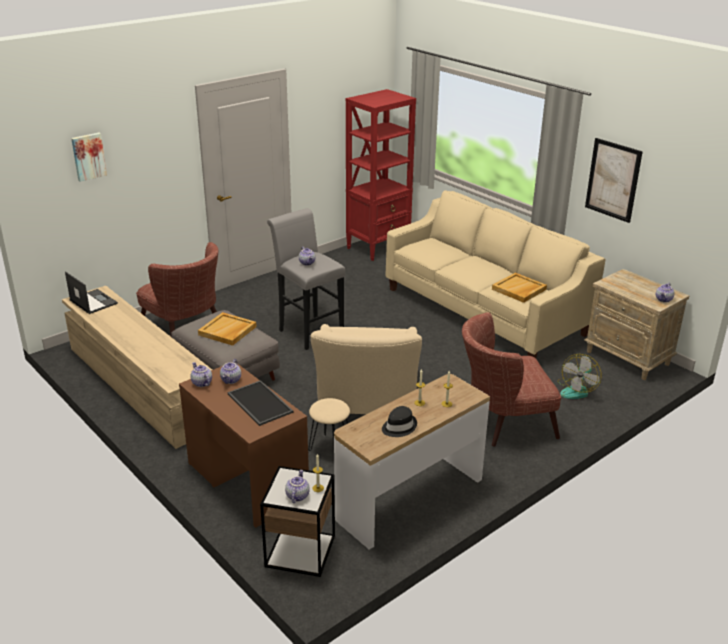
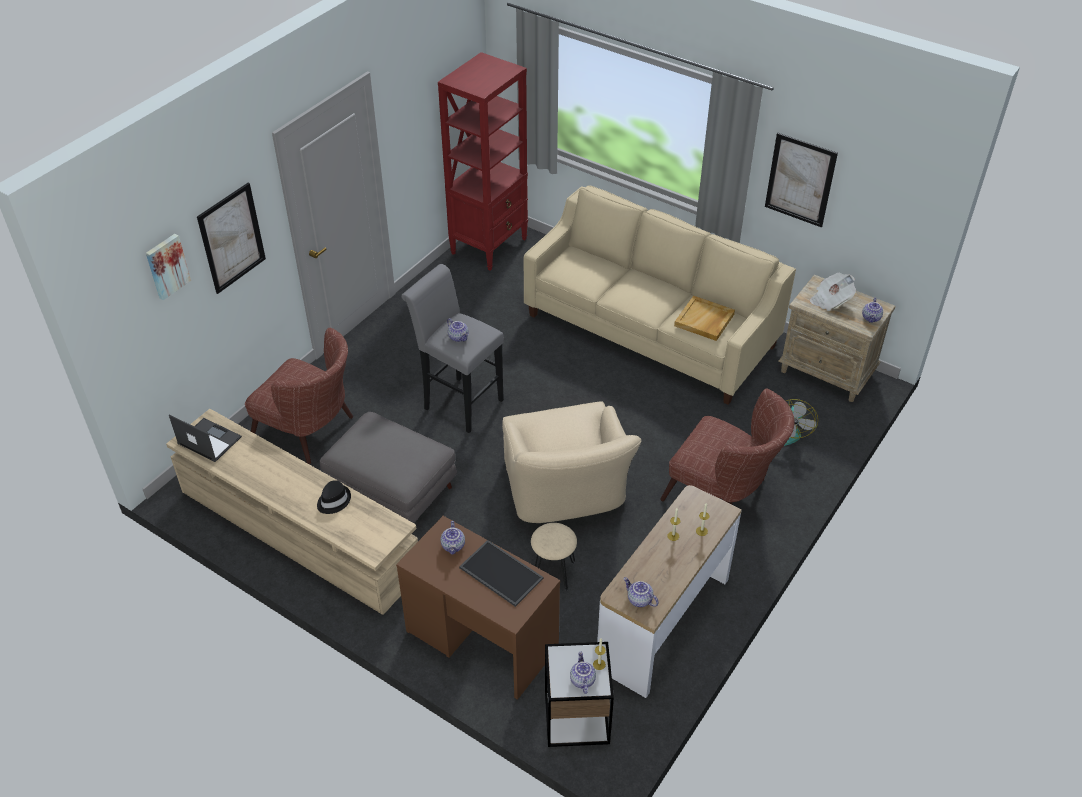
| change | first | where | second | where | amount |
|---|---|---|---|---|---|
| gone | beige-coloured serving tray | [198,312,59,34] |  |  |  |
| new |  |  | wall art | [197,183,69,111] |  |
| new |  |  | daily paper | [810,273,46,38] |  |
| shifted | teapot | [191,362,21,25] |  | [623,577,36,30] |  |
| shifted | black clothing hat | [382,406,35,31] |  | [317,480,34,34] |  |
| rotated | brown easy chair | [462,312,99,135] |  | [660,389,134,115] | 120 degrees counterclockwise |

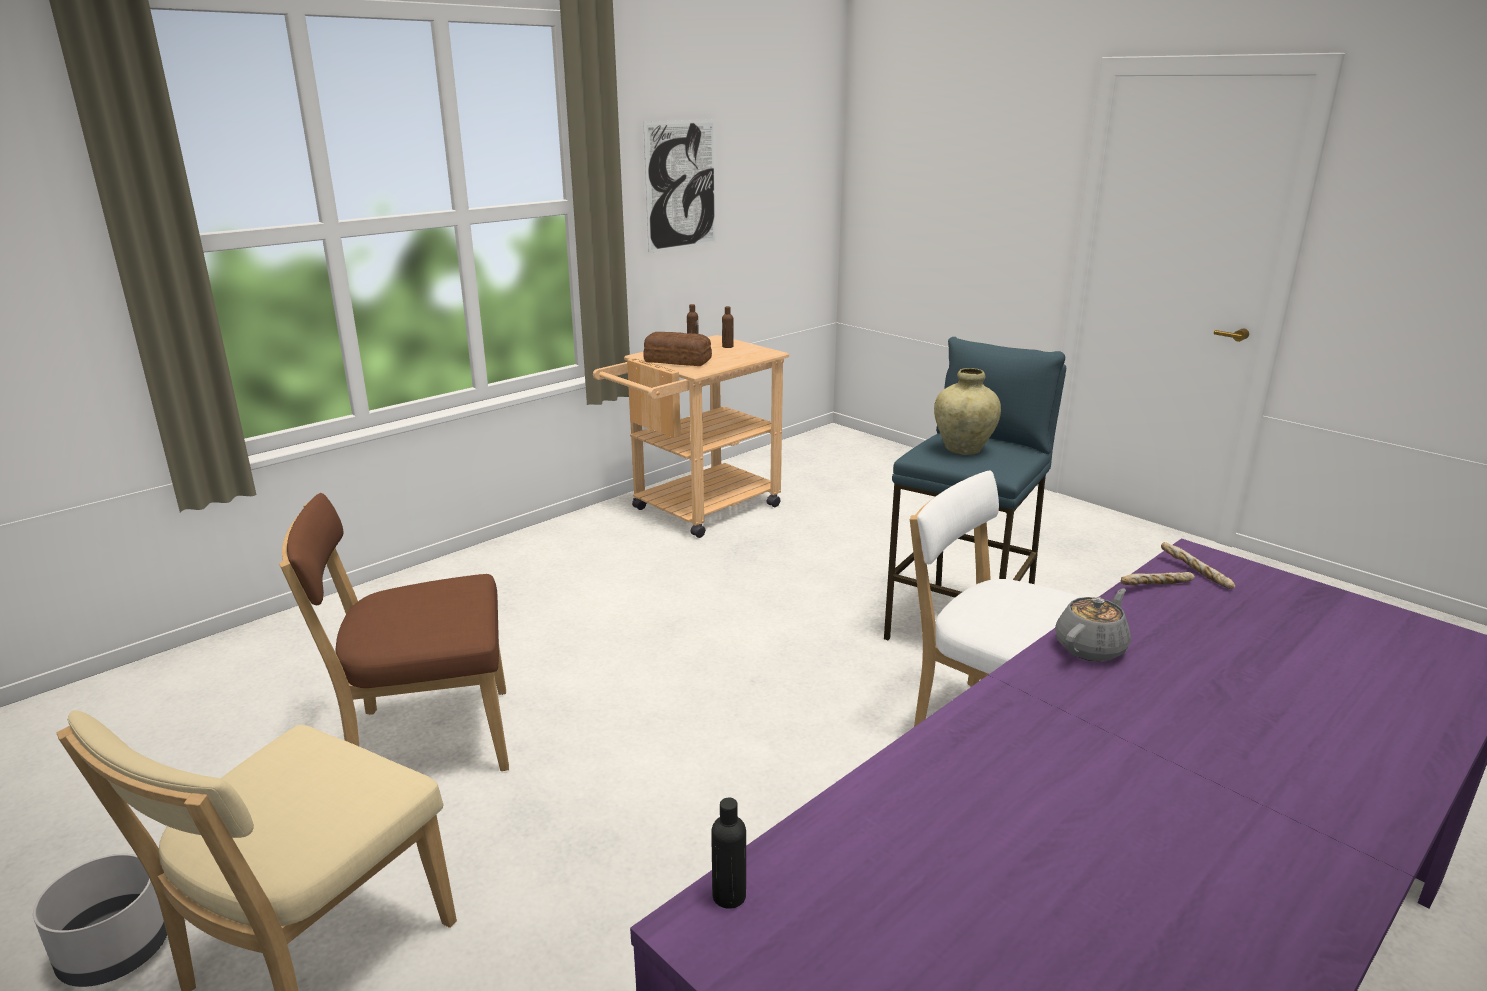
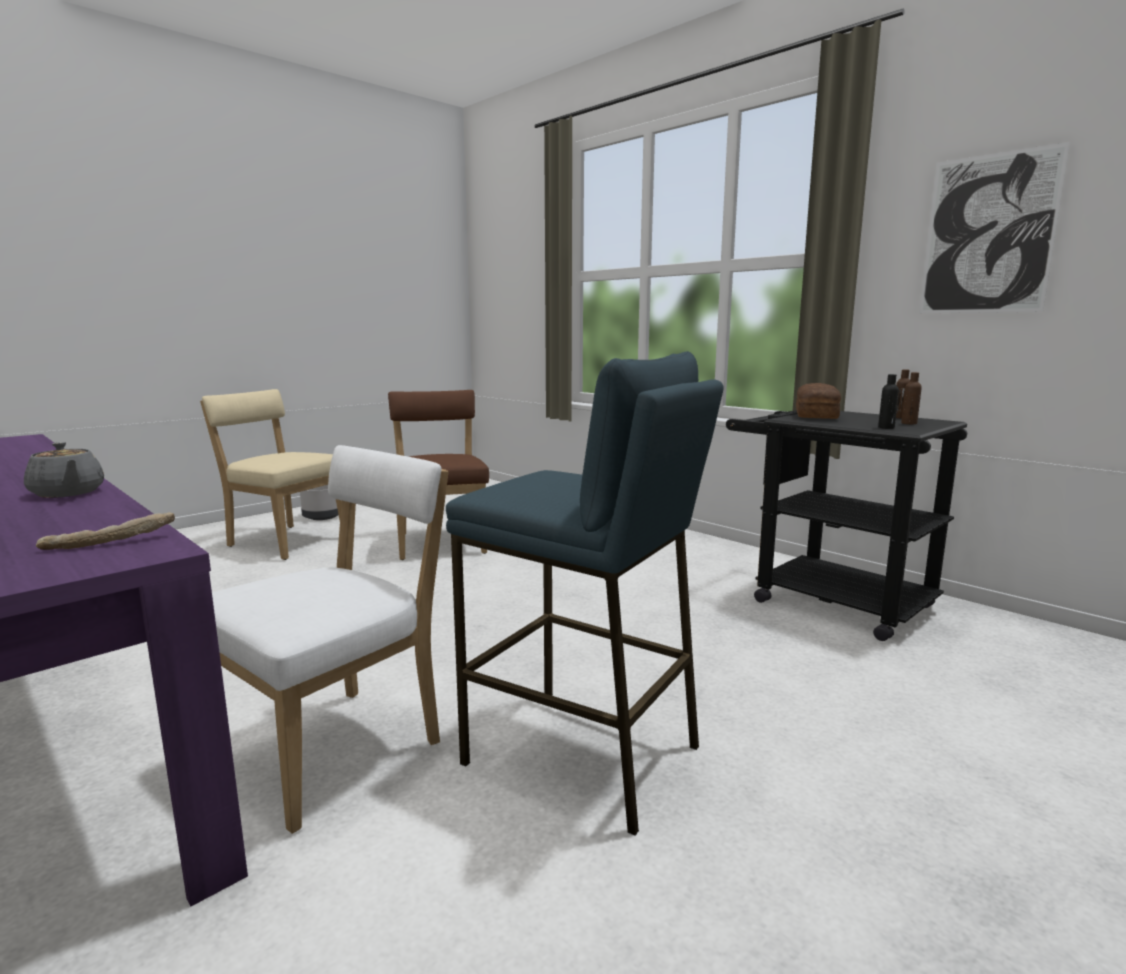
| change | first | where | second | where | amount |
|---|---|---|---|---|---|
| gone | beige-coloured decorative vase | [934,368,67,87] |  |  |  |
| gone | bread | [1121,572,74,14] |  |  |  |
| shifted | black drink bottle | [711,798,35,111] |  | [878,374,21,55] |  |
| repainted | beige-coloured trolley | [593,335,196,203] | black trolley | [726,410,241,231] |  |

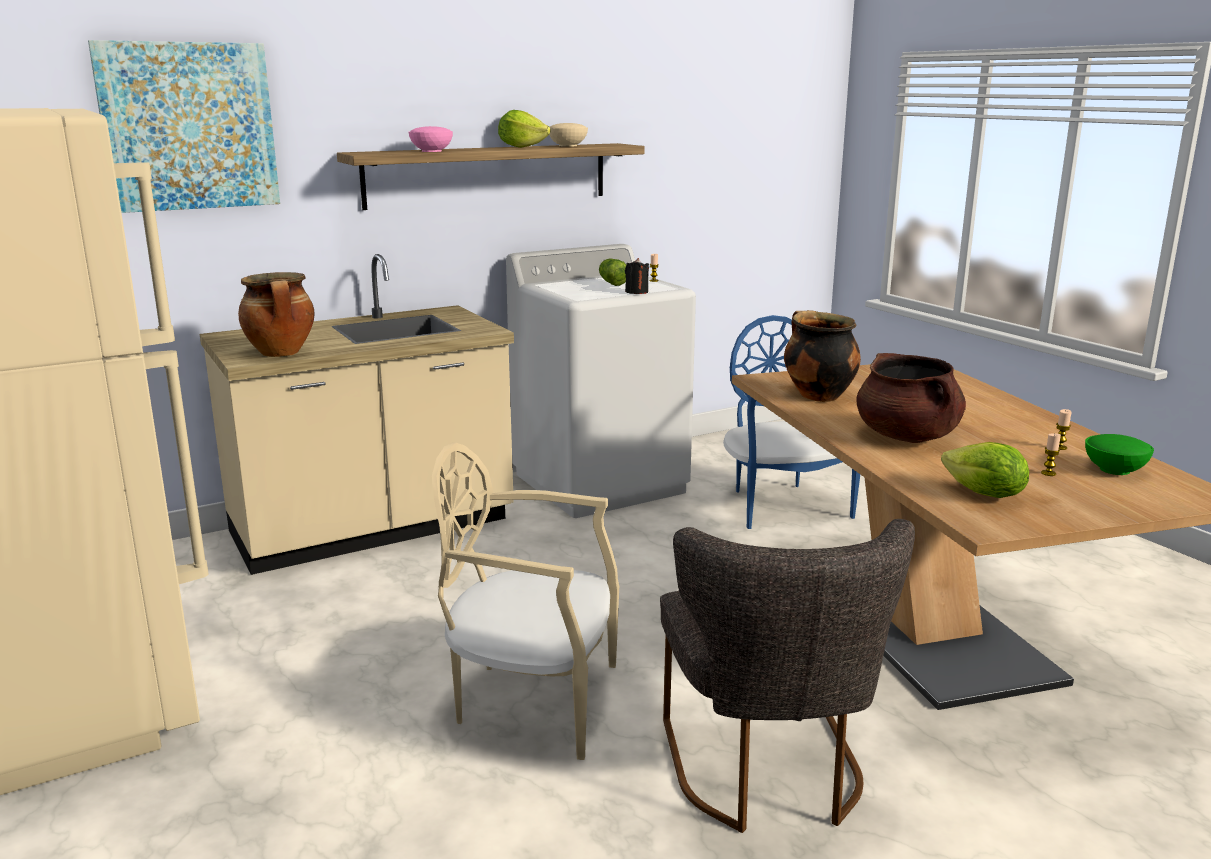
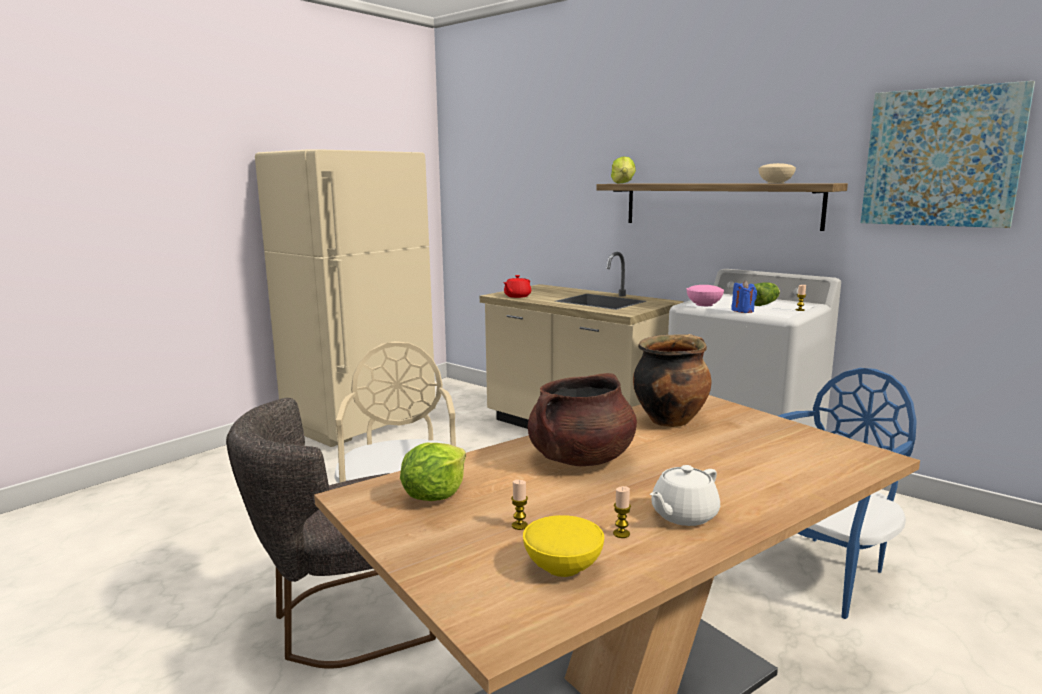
| change | first | where | second | where | amount |
|---|---|---|---|---|---|
| new |  |  | whitish teapot | [650,465,70,61] |  |
| shifted | wall art | [88,40,192,173] |  | [861,81,174,147] |  |
| shifted | pinkish bowl | [409,126,44,26] |  | [687,285,37,21] |  |
| shifted | lettuce | [498,110,53,38] |  | [611,156,25,27] |  |
| swapped | cooking pot | [238,272,77,85] | red teapot | [503,275,28,23] |  |
| repainted | black candle | [625,258,24,36] | blue-coloured candle | [731,280,26,33] |  |
| repainted | green-coloured bowl | [1085,434,69,41] | yellowish bowl | [523,515,81,62] |  |

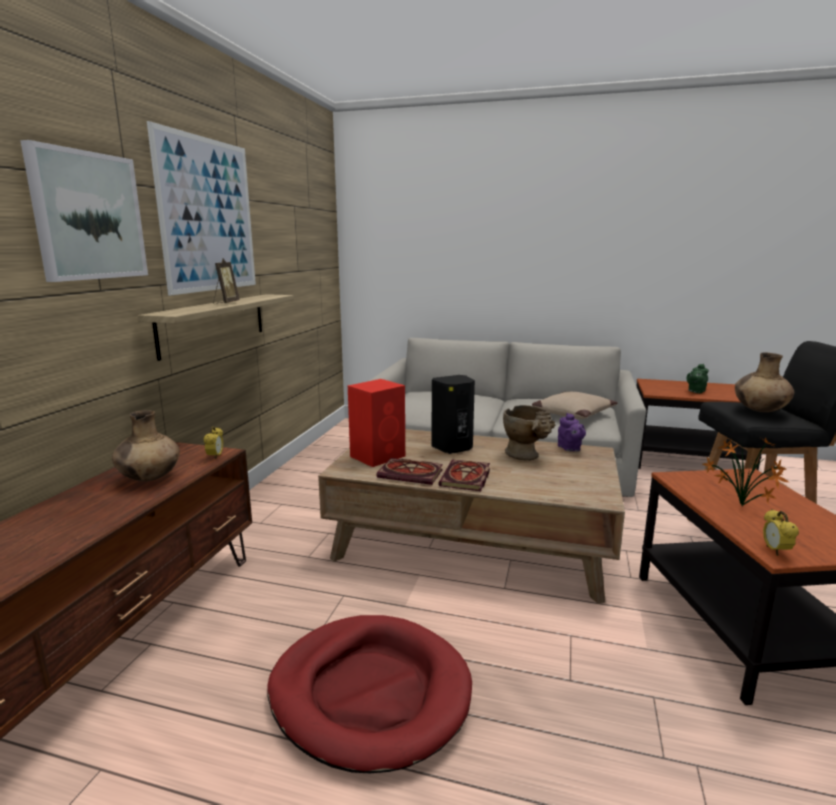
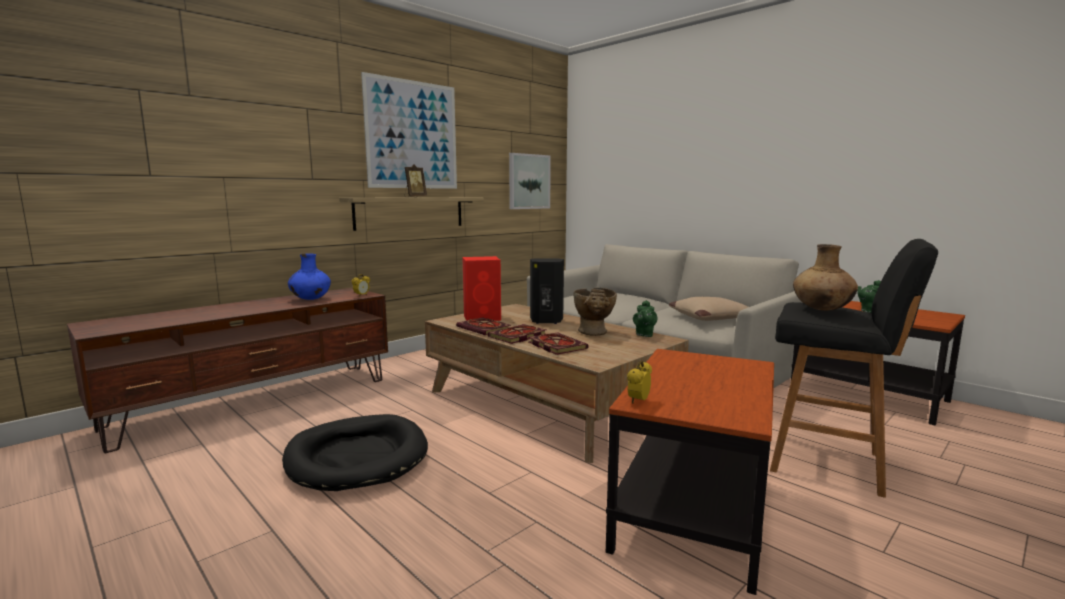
| change | first | where | second | where | amount |
|---|---|---|---|---|---|
| gone | potted plant | [703,436,86,70] |  |  |  |
| new |  |  | volume | [528,332,60,23] |  |
| shifted | wall art | [20,140,128,142] |  | [509,153,42,56] |  |
| repainted | brown decorative vase | [112,410,68,71] | blue-coloured decorative vase | [288,253,43,47] |  |
| repainted | red pet bed | [267,615,205,158] | black pet bed | [282,414,146,77] |  |
| repainted | purple-coloured teapot | [558,413,28,38] | green-coloured teapot | [633,300,24,37] |  |

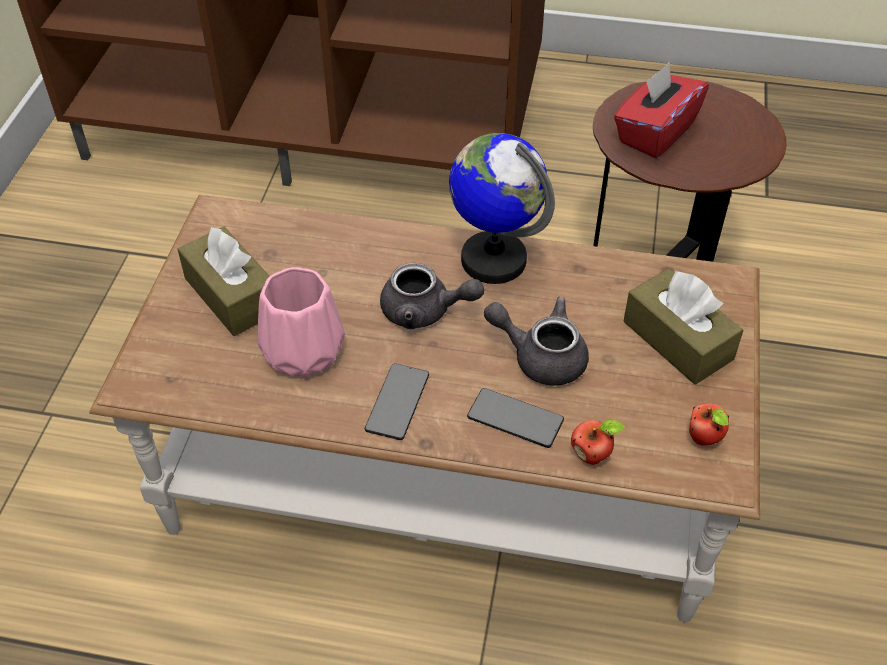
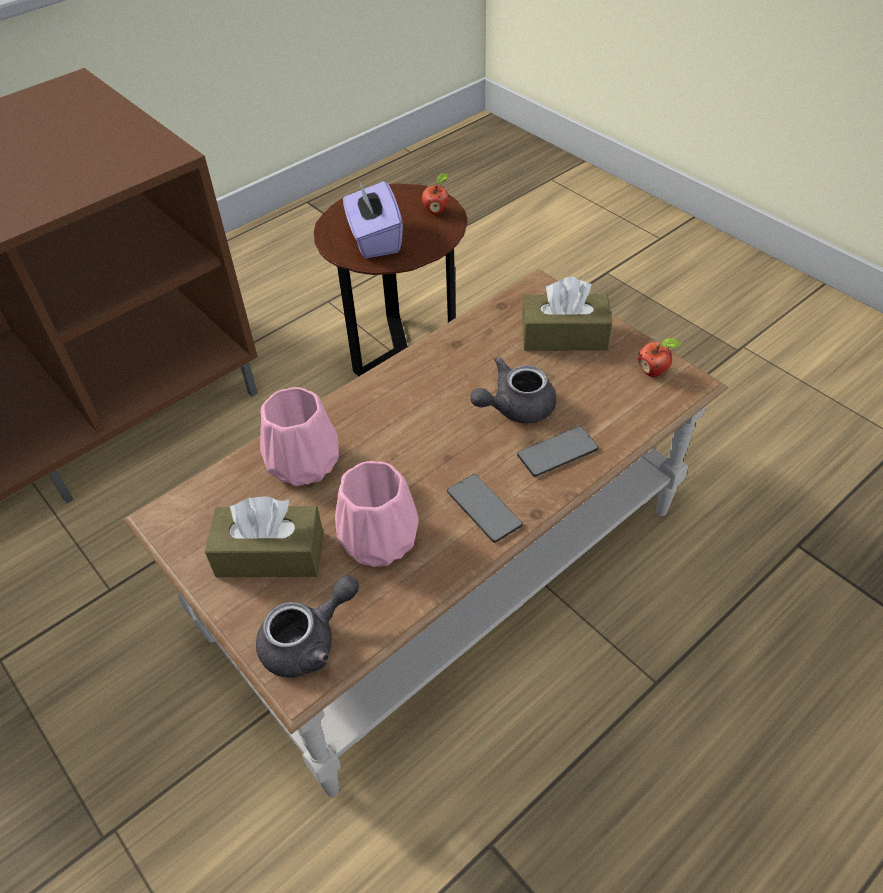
| change | first | where | second | where | amount |
|---|---|---|---|---|---|
| gone | desk globe | [449,133,106,151] |  |  |  |
| new |  |  | pinkish decorative vase | [260,387,79,99] |  |
| shifted | grey teapot | [380,263,104,66] |  | [256,575,103,103] |  |
| shifted | apple fruit | [571,420,54,45] |  | [422,173,27,42] |  |
| repainted | red tissue box | [614,63,95,95] | purple-coloured tissue box | [343,180,60,79] |  |

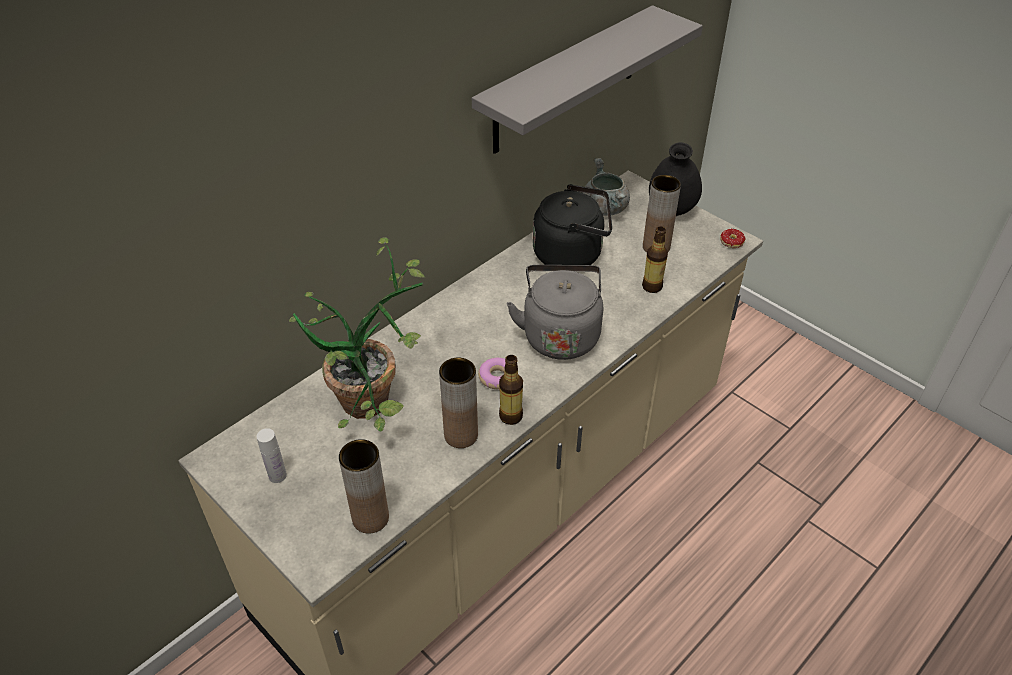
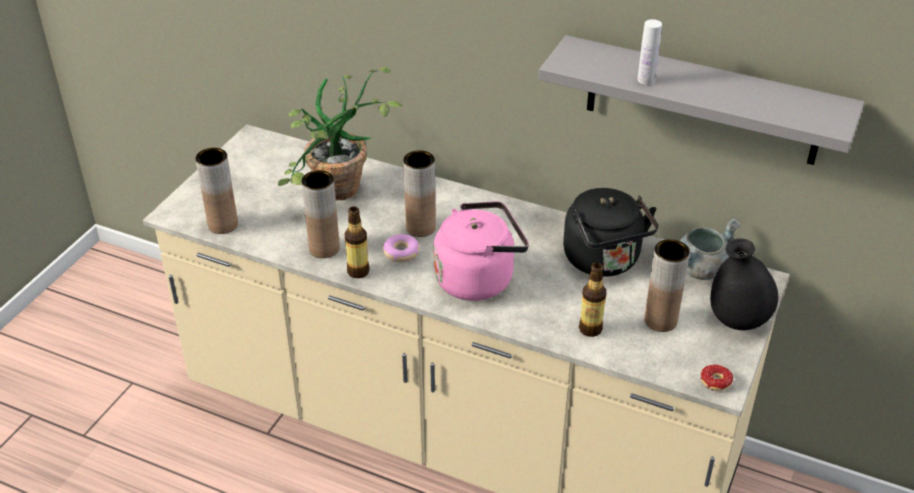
| change | first | where | second | where | amount |
|---|---|---|---|---|---|
| new |  |  | brown decorative vase | [403,150,33,87] |  |
| shifted | whitish drink bottle | [257,428,30,55] |  | [637,19,25,66] |  |
| repainted | grey kettle | [507,265,96,95] | pinkish kettle | [434,201,95,100] |  |

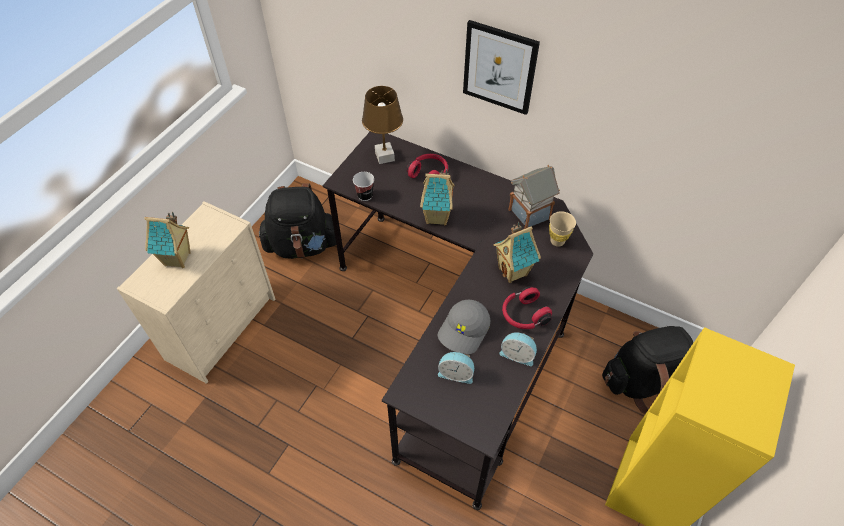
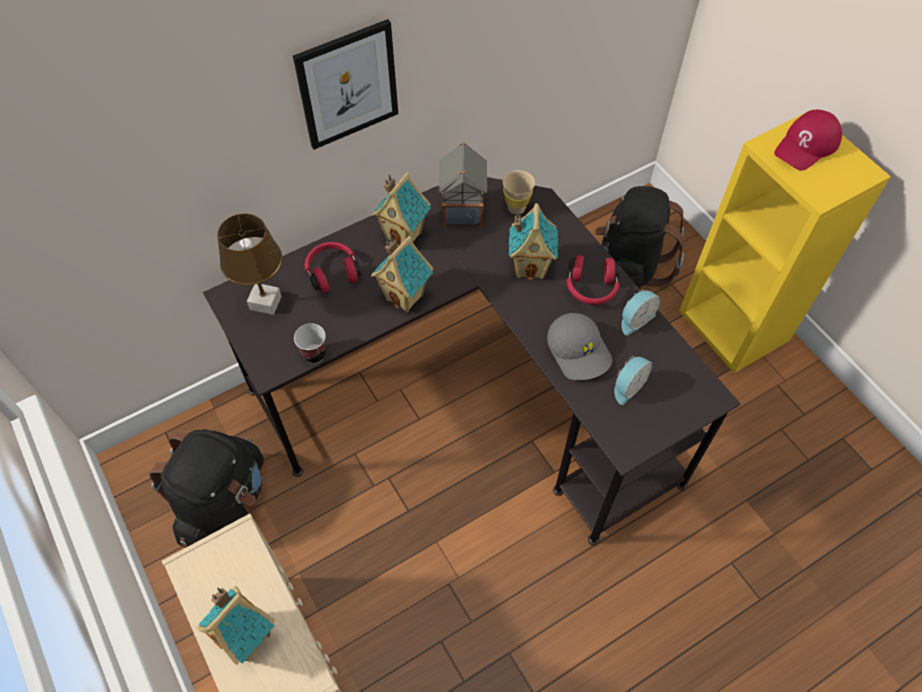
| change | first | where | second | where | amount |
|---|---|---|---|---|---|
| new |  |  | toy house | [372,172,59,74] |  |
| new |  |  | red peaked cap | [774,110,68,61] |  |

